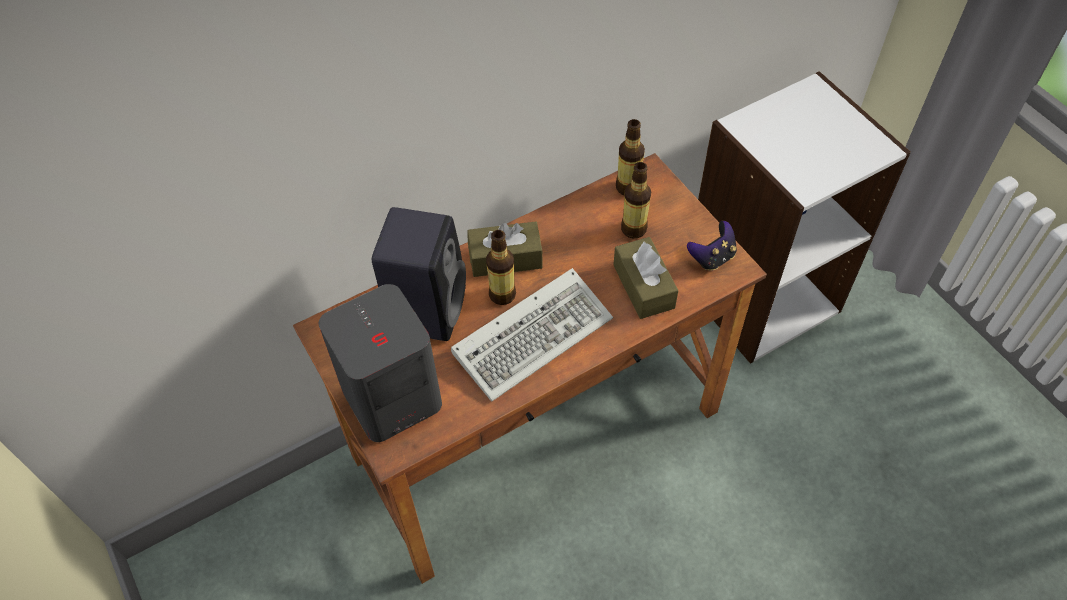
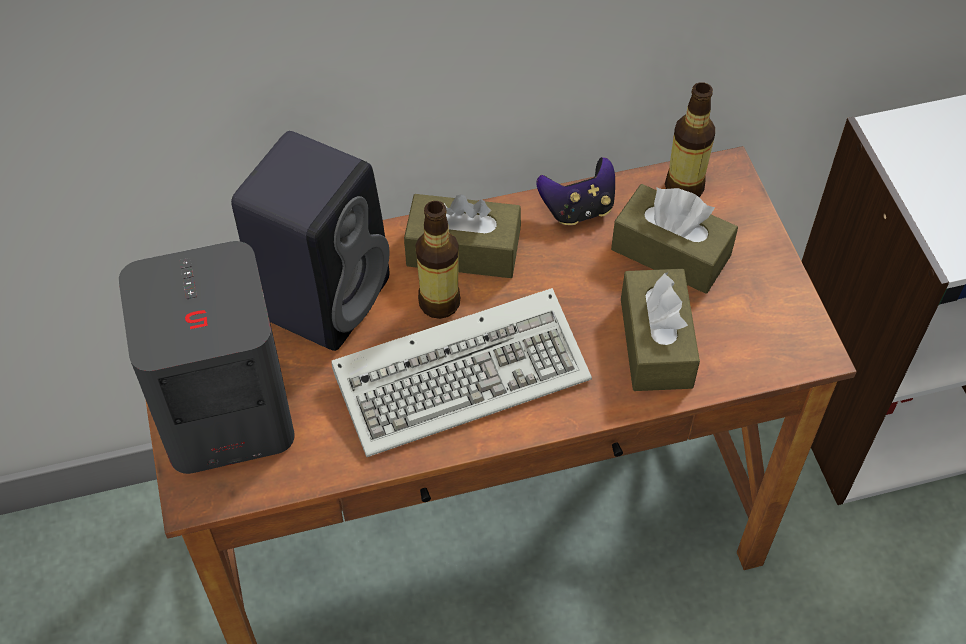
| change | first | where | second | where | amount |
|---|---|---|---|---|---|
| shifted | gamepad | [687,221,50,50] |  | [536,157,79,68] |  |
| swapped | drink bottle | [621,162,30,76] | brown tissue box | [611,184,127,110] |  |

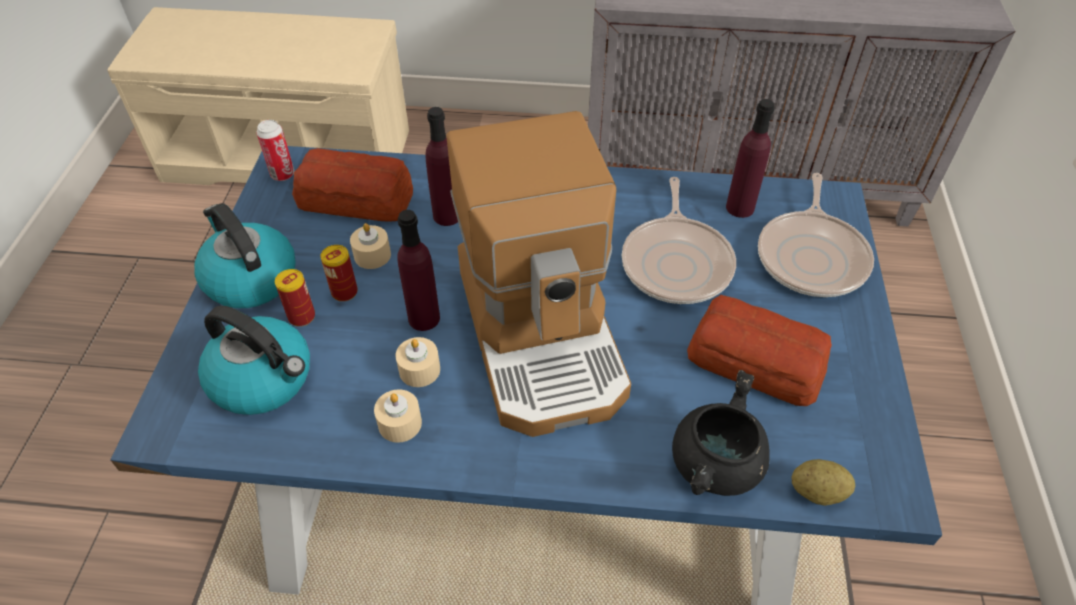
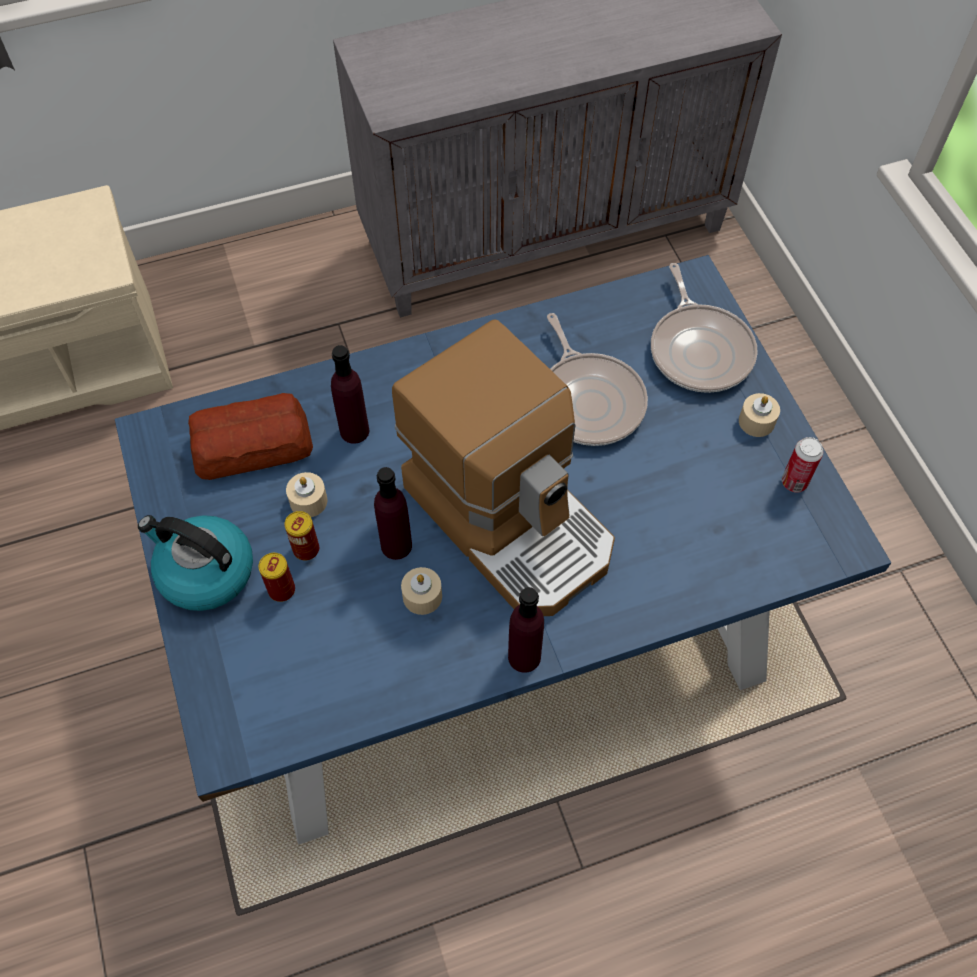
| change | first | where | second | where | amount |
|---|---|---|---|---|---|
| gone | kettle | [198,306,112,109] |  |  |  |
| gone | black cooking pot | [672,370,98,126] |  |  |  |
| gone | bread | [687,295,145,111] |  |  |  |
| gone | potato | [792,459,63,47] |  |  |  |
| shifted | sealed can | [256,120,38,61] |  | [782,437,41,56] |  |
| shifted | beige-coloured candle | [374,389,48,54] |  | [739,393,41,44] |  |
| shifted | purple-coloured drink bottle | [726,99,49,119] |  | [508,587,36,86] |  |

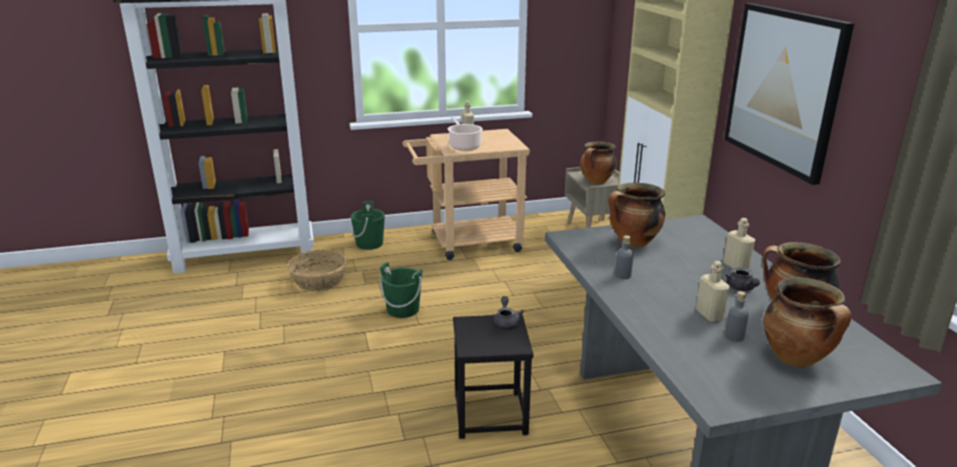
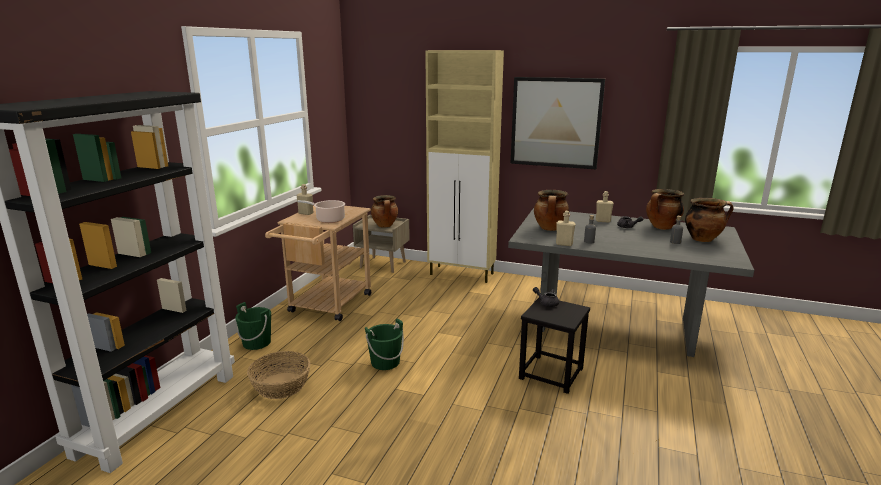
| change | first | where | second | where | amount |
|---|---|---|---|---|---|
| shifted | beige-coloured drink bottle | [696,261,34,61] |  | [556,211,20,35] |  |

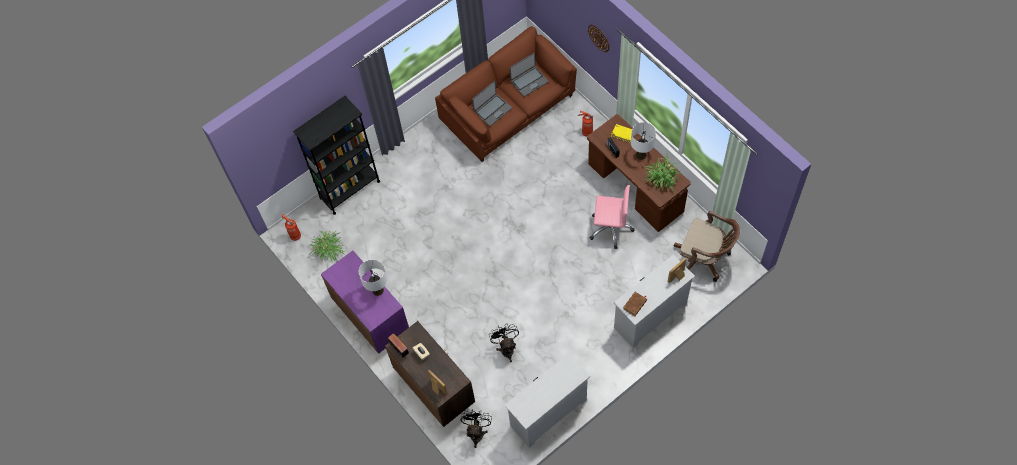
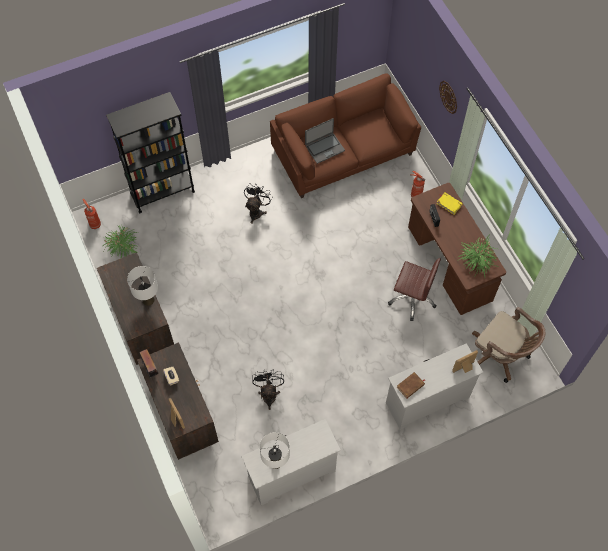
| change | first | where | second | where | amount |
|---|---|---|---|---|---|
| gone | laptop | [509,53,39,44] |  |  |  |
| shifted | black electric fan | [461,411,31,37] |  | [244,183,29,41] |  |
| shifted | whitish table lamp | [631,122,25,38] |  | [259,432,31,37] |  |
| repainted | purple-coloured cabinet | [321,251,88,103] | brown cabinet | [97,252,77,113] |  |
| repainted | pinkish desk chair | [590,185,44,64] | brown desk chair | [388,258,53,63] |  |

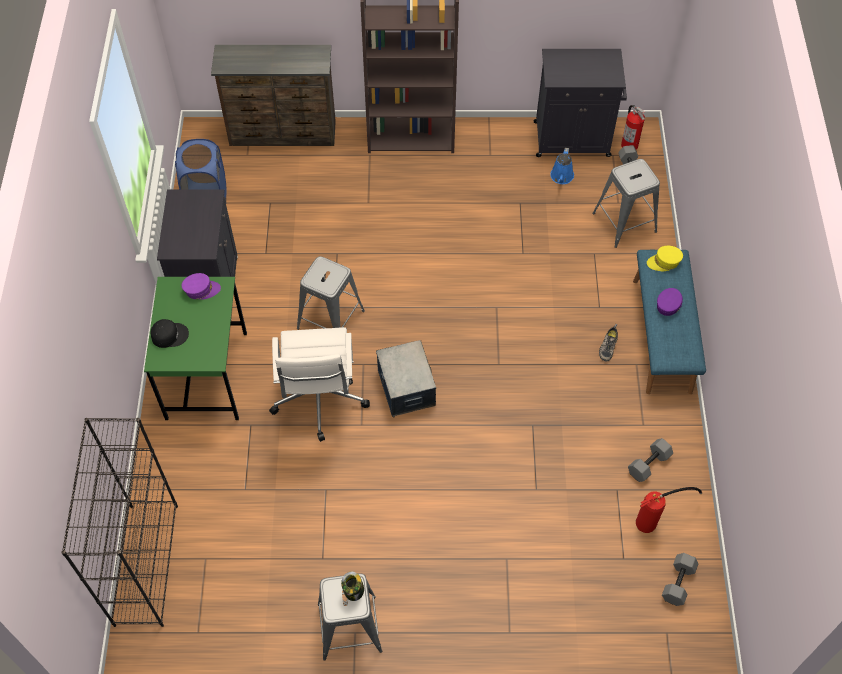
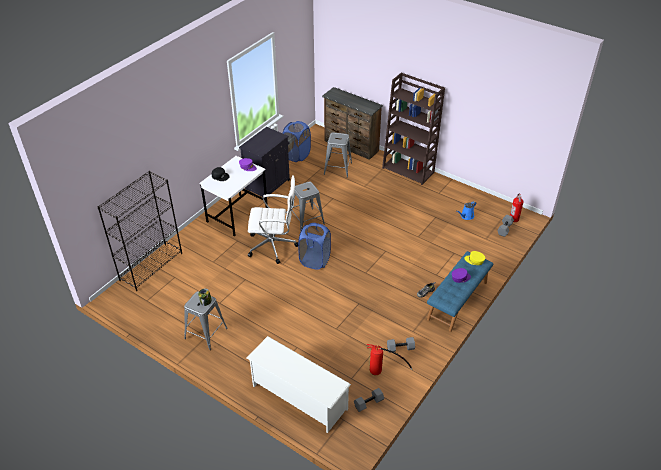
| change | first | where | second | where | amount |
|---|---|---|---|---|---|
| gone | black cabinet | [534,49,93,108] |  |  |  |
| new |  |  | whitish shoe shelf | [246,336,105,97] |  |
| shifted | grey stool | [592,159,68,89] |  | [324,132,28,46] |  |
| swapped | storage box | [376,340,60,77] | blue-coloured hamper | [298,223,33,47] |  |
| repainted | green-coloured desk table | [144,277,103,143] | whitish desk table | [199,156,69,81] |  |
| rotated | whitish desk chair | [269,327,101,115] |  | [248,175,50,89] | 120 degrees counterclockwise |

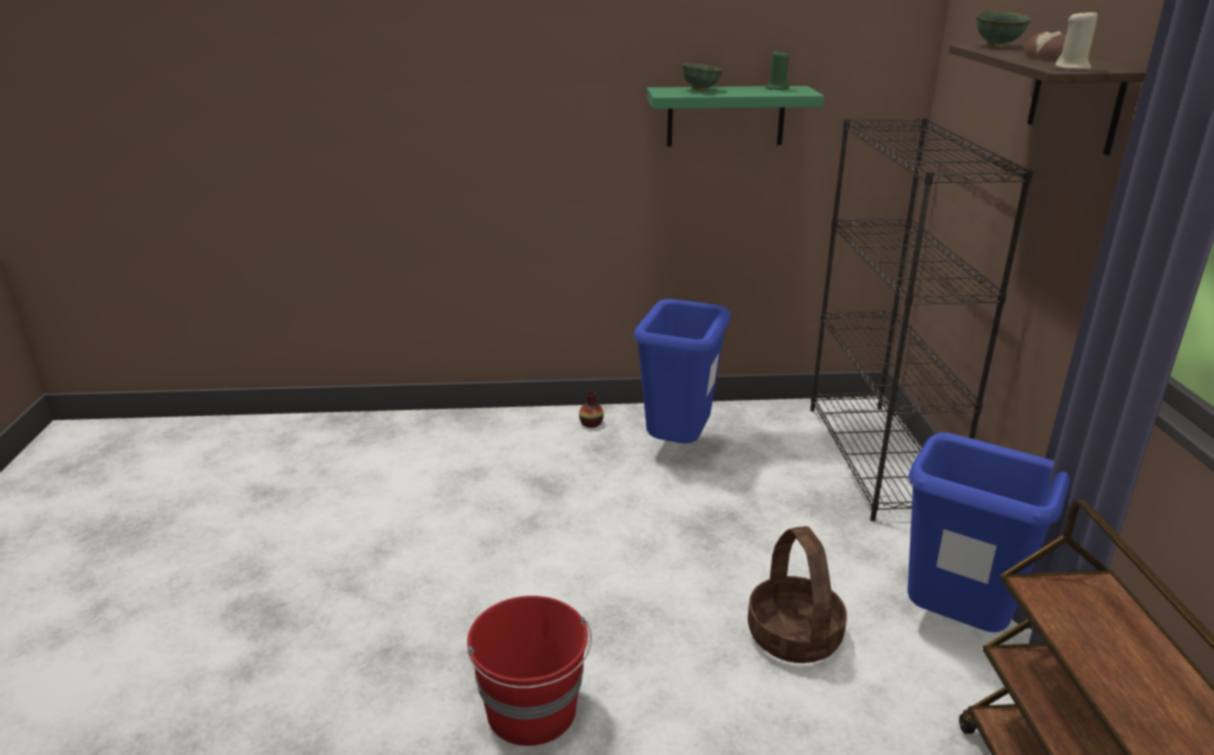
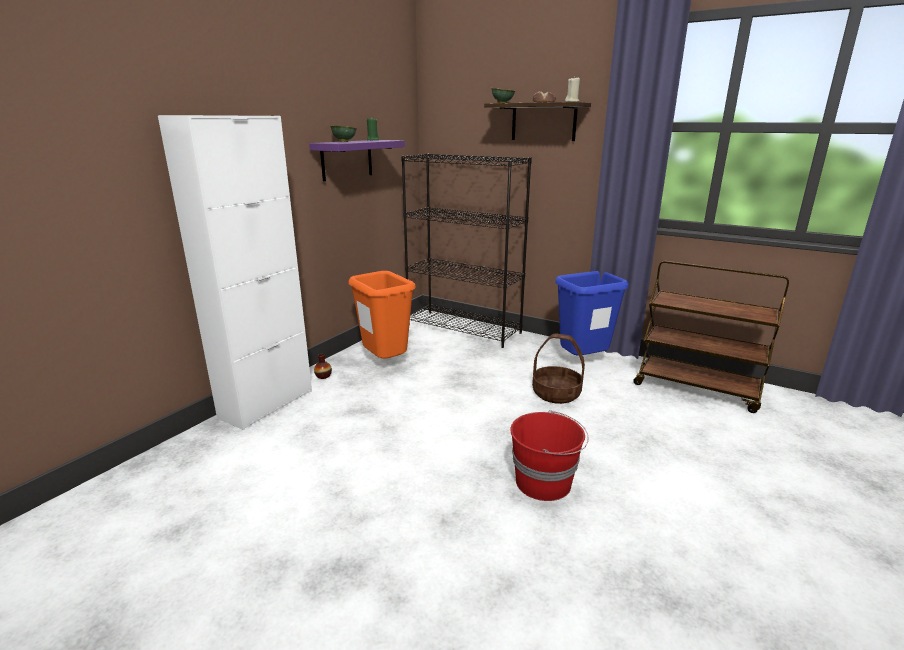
| change | first | where | second | where | amount |
|---|---|---|---|---|---|
| new |  |  | whitish cabinet | [158,115,154,315] |  |
| repainted | blue-coloured trash can | [633,299,98,144] | orange trash can | [349,271,66,88] |  |
| repainted | green-coloured shelf | [647,86,177,60] | purple-coloured shelf | [309,140,96,41] |  |

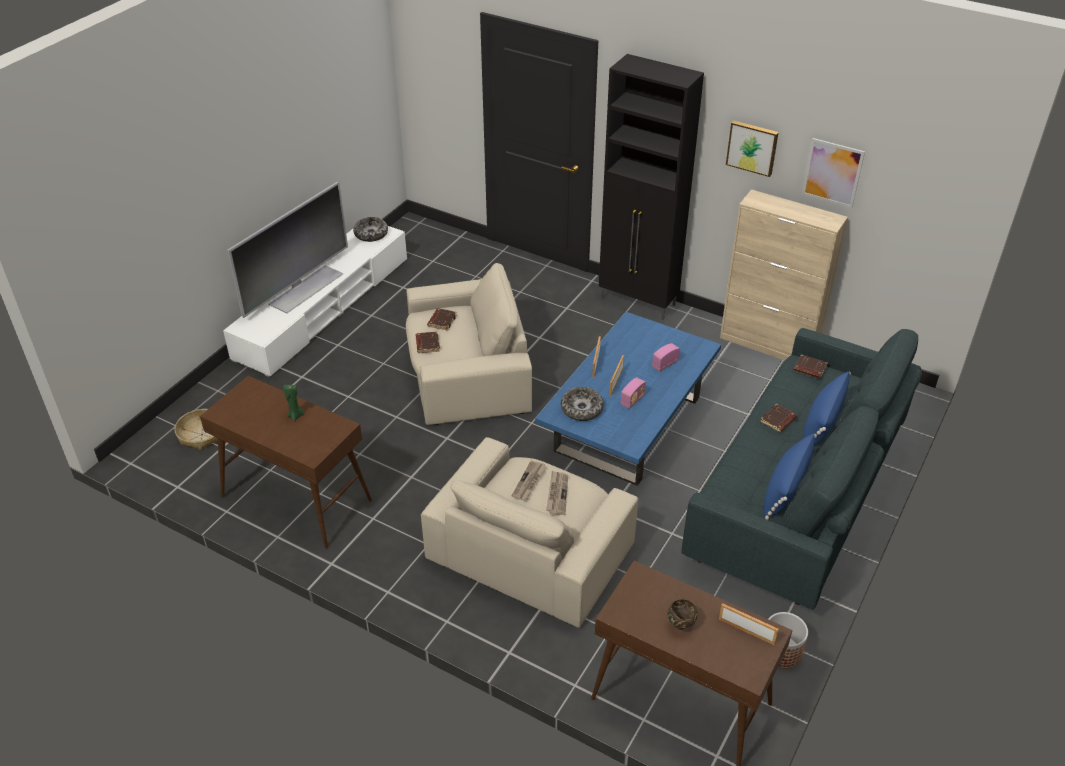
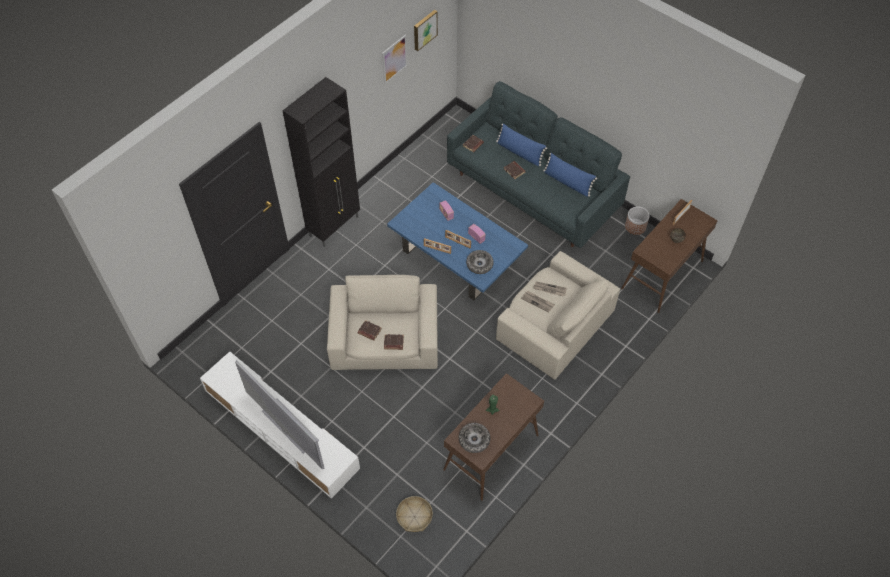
| change | first | where | second | where | amount |
|---|---|---|---|---|---|
| gone | beige-coloured cabinet | [720,189,128,171] |  |  |  |
| shifted | bowl | [353,217,35,25] |  | [459,423,31,30] |  |
| shifted | wall art | [726,120,53,57] |  | [414,10,24,41] |  |

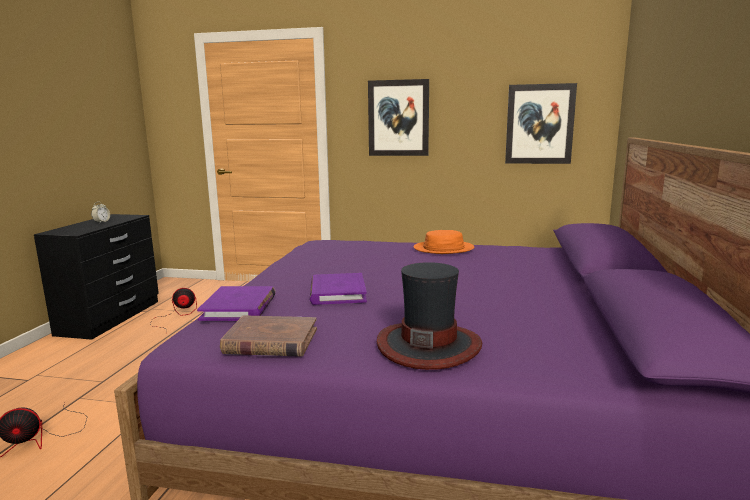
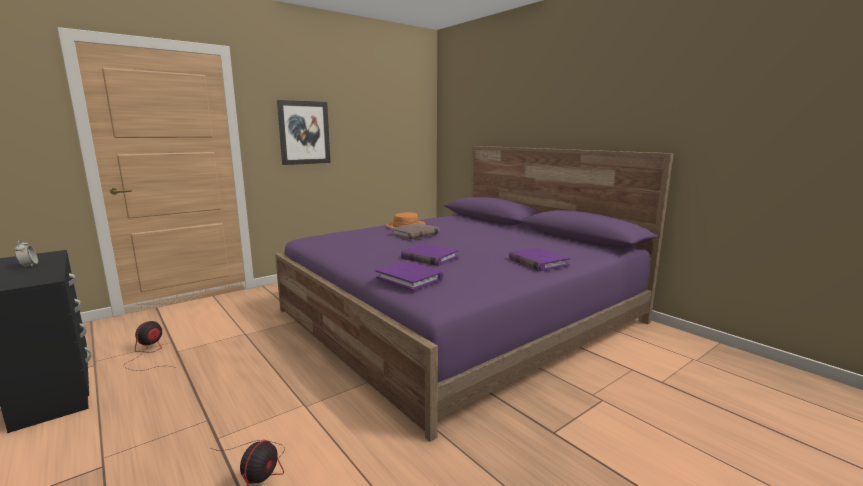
| change | first | where | second | where | amount |
|---|---|---|---|---|---|
| gone | wall art | [505,83,72,81] |  |  |  |
| shifted | brown volume | [220,315,97,42] |  | [390,223,49,16] |  |
| swapped | clothing hat | [377,262,105,108] | purple-coloured volume | [509,247,61,24] |  |

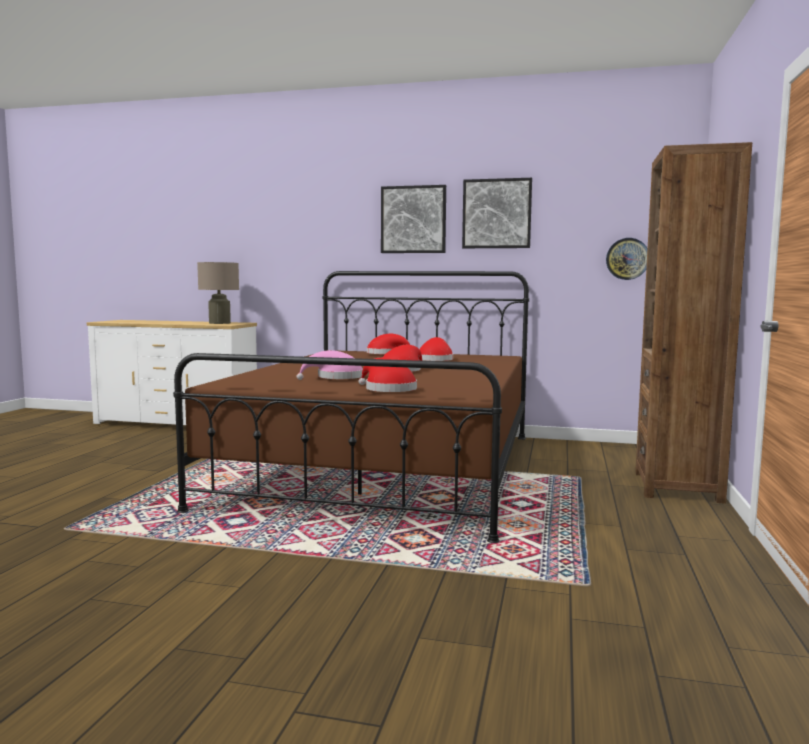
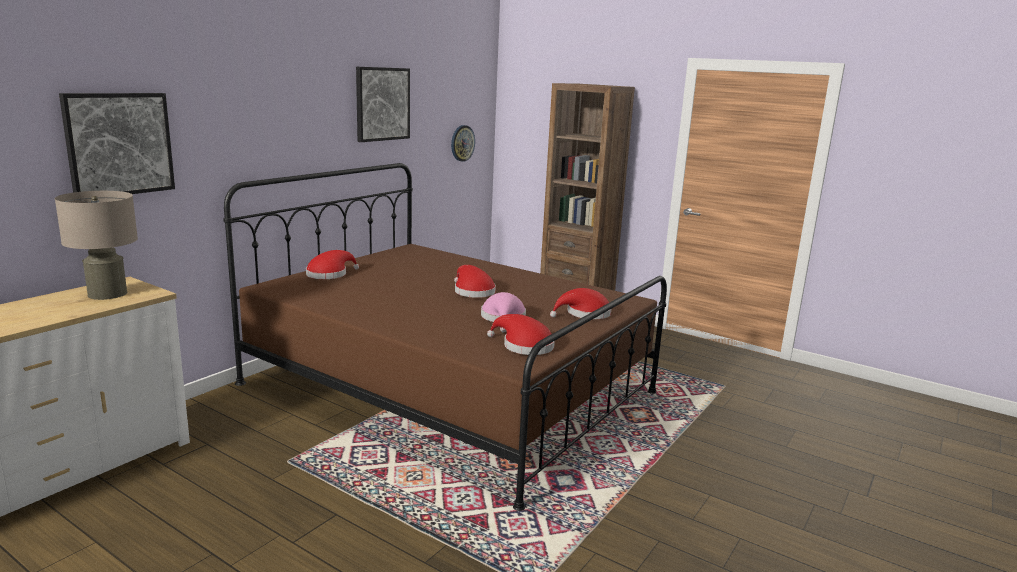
| change | first | where | second | where | amount |
|---|---|---|---|---|---|
| shifted | wall art | [381,185,65,68] |  | [59,93,116,101] |  |
| shifted | red clothing hat | [420,337,33,24] |  | [487,314,68,41] |  |

